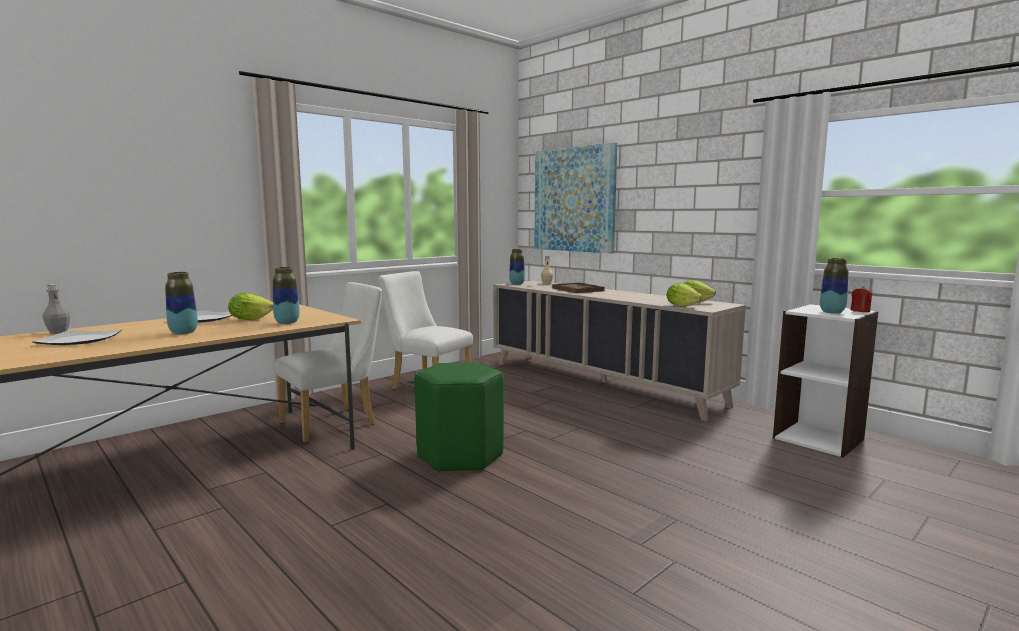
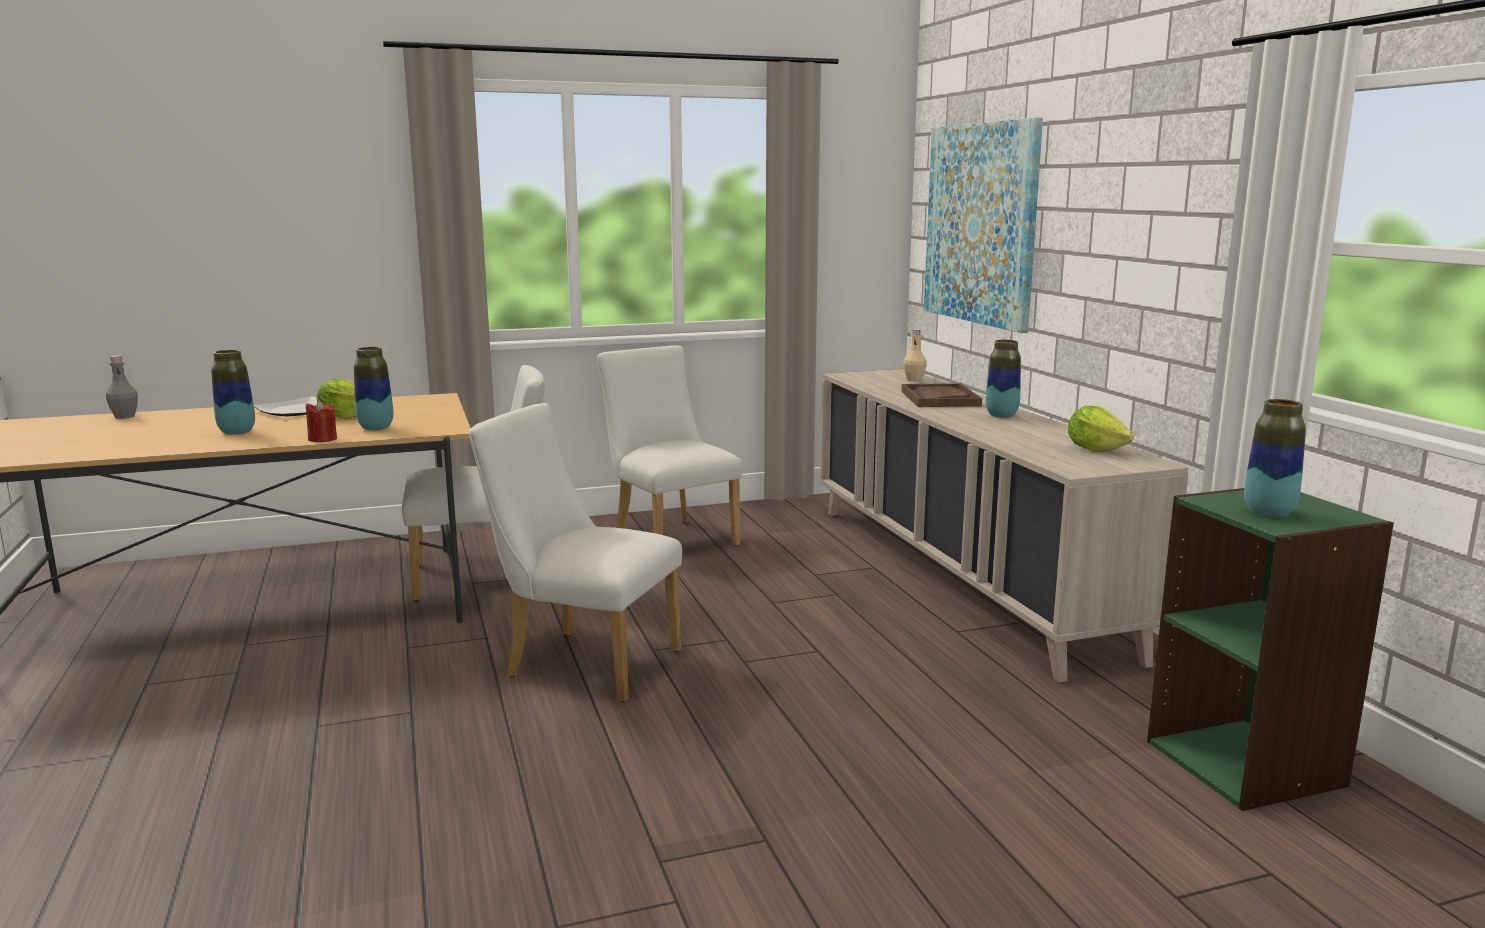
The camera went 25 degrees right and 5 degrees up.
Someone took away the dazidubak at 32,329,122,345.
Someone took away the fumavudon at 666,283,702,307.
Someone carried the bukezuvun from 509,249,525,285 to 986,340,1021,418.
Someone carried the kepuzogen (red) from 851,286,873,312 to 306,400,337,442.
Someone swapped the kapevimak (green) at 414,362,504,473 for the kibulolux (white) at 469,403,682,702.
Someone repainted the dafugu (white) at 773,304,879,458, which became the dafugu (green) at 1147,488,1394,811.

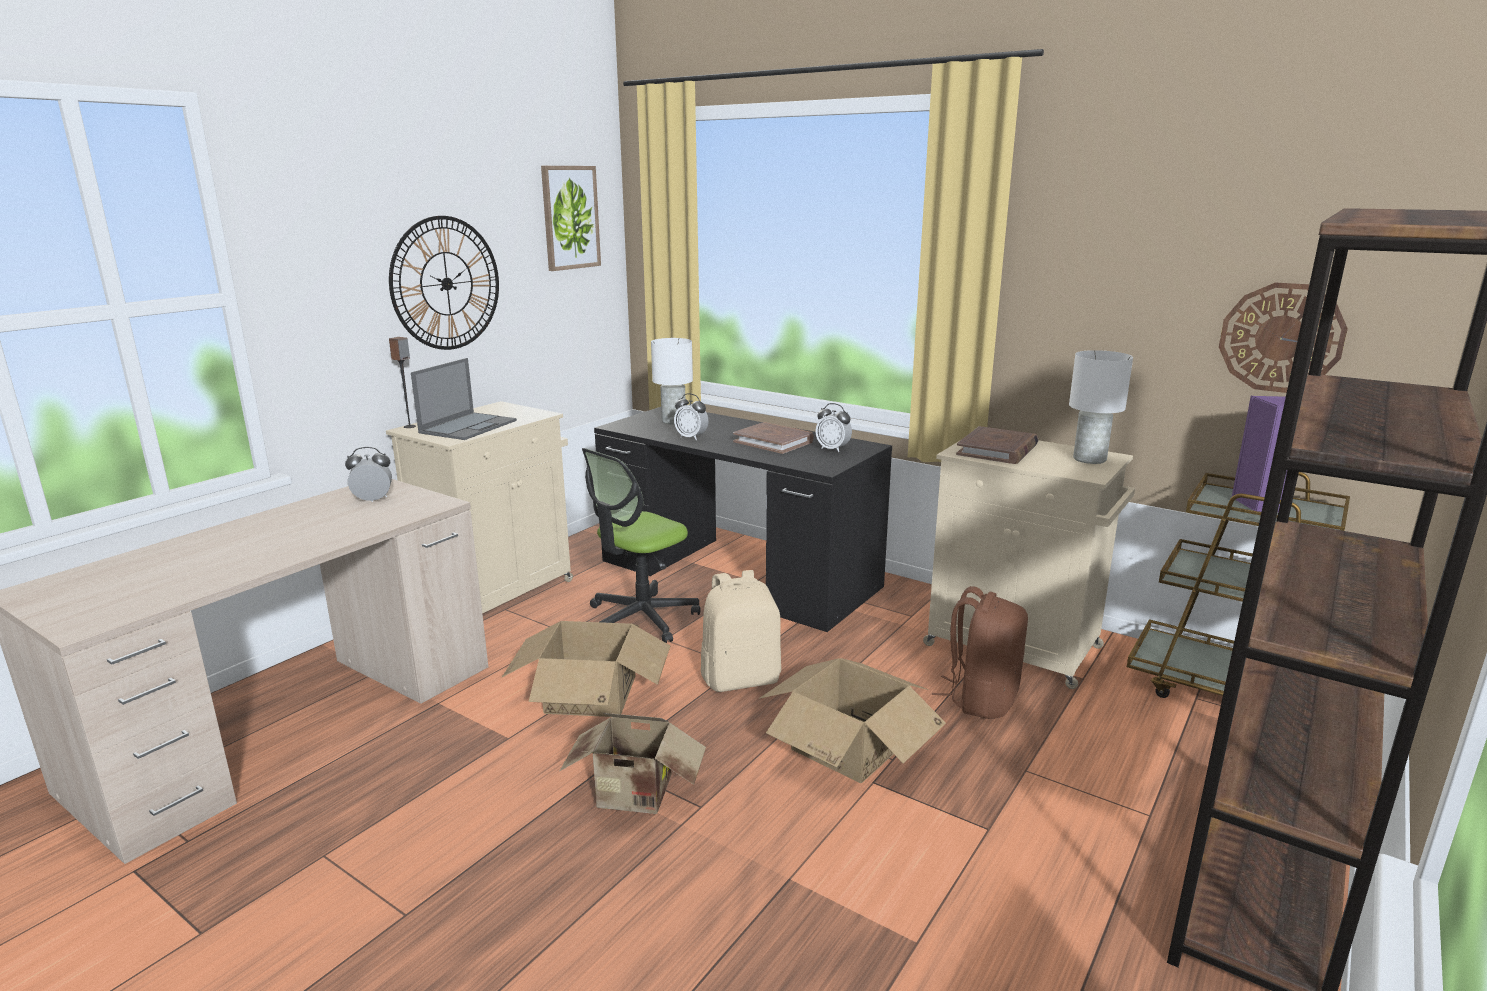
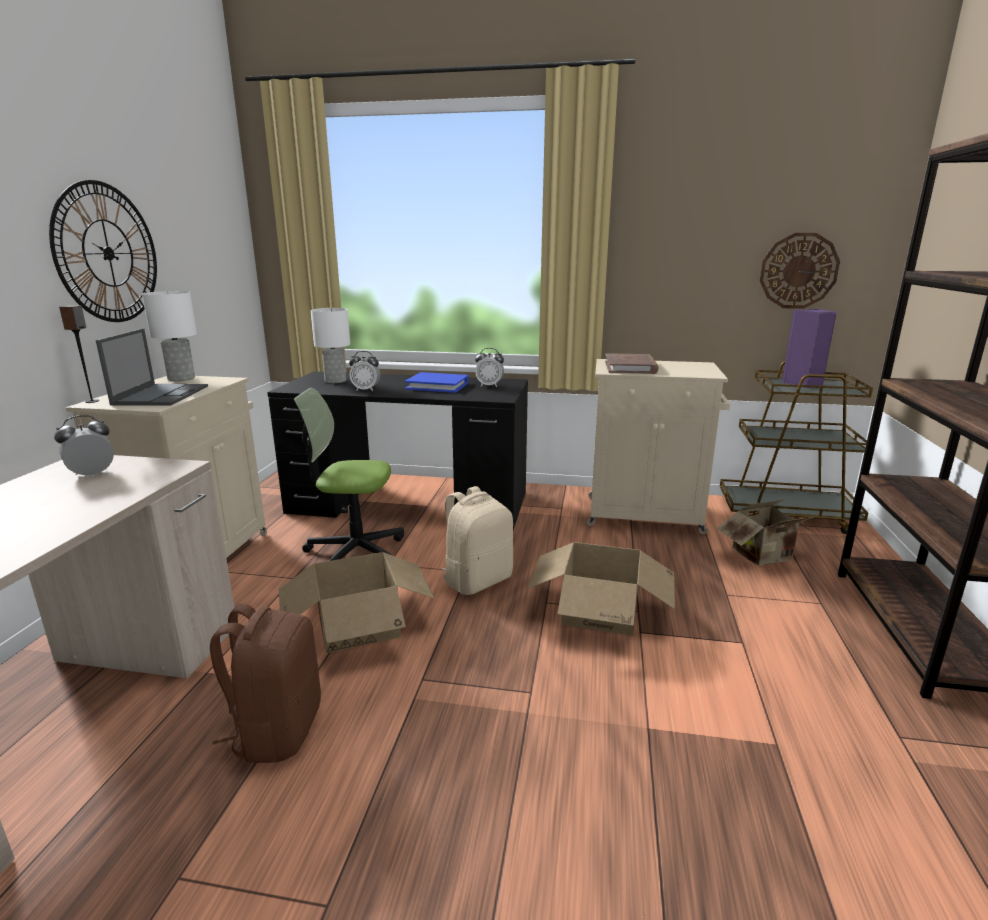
The camera went 25 degrees left and 0 degrees up.
Someone took away the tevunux at 541,166,601,271.
Someone carried the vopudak from 560,713,706,814 to 717,499,817,566.
Someone carried the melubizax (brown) from 932,586,1028,719 to 210,603,321,763.
Someone carried the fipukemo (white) from 1069,350,1133,464 to 142,291,197,381.
Someone repainted the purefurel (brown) at 733,422,814,454, which became the purefurel (blue) at 405,372,468,393.
Someone rotated the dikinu at 582,448,700,643 by 75 degrees clockwise.

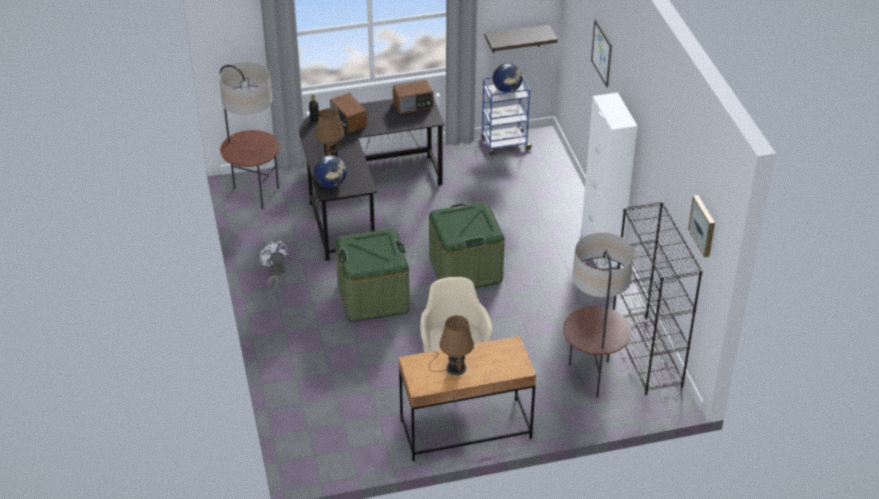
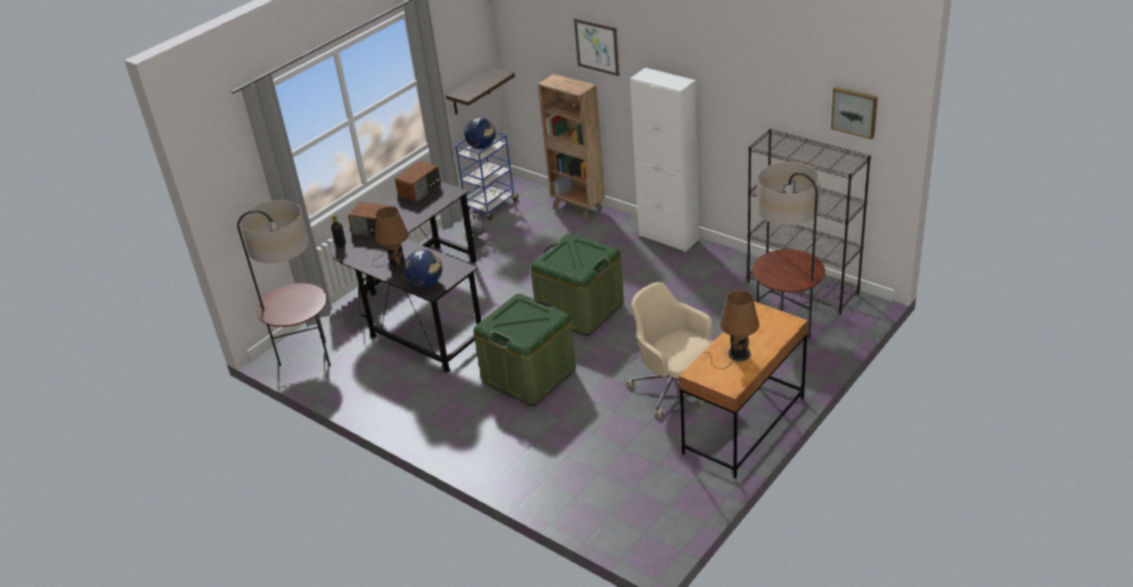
The camera went 35 degrees left and 5 degrees down.
Someone put down the dafugu (brown) at 538,74,605,220.
Someone carried the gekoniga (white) from 260,241,288,290 to 463,213,496,256.

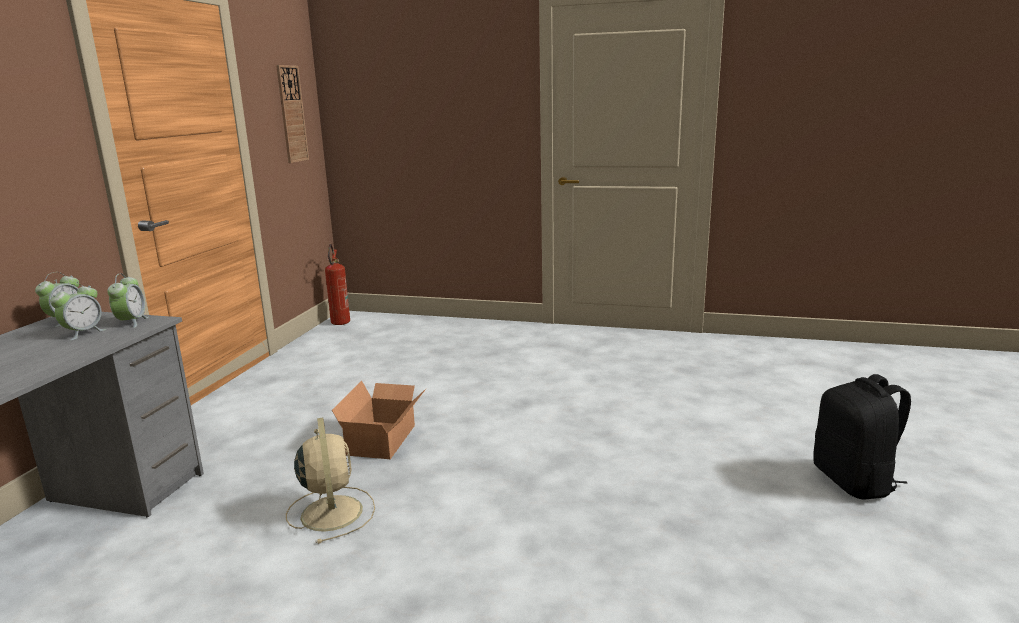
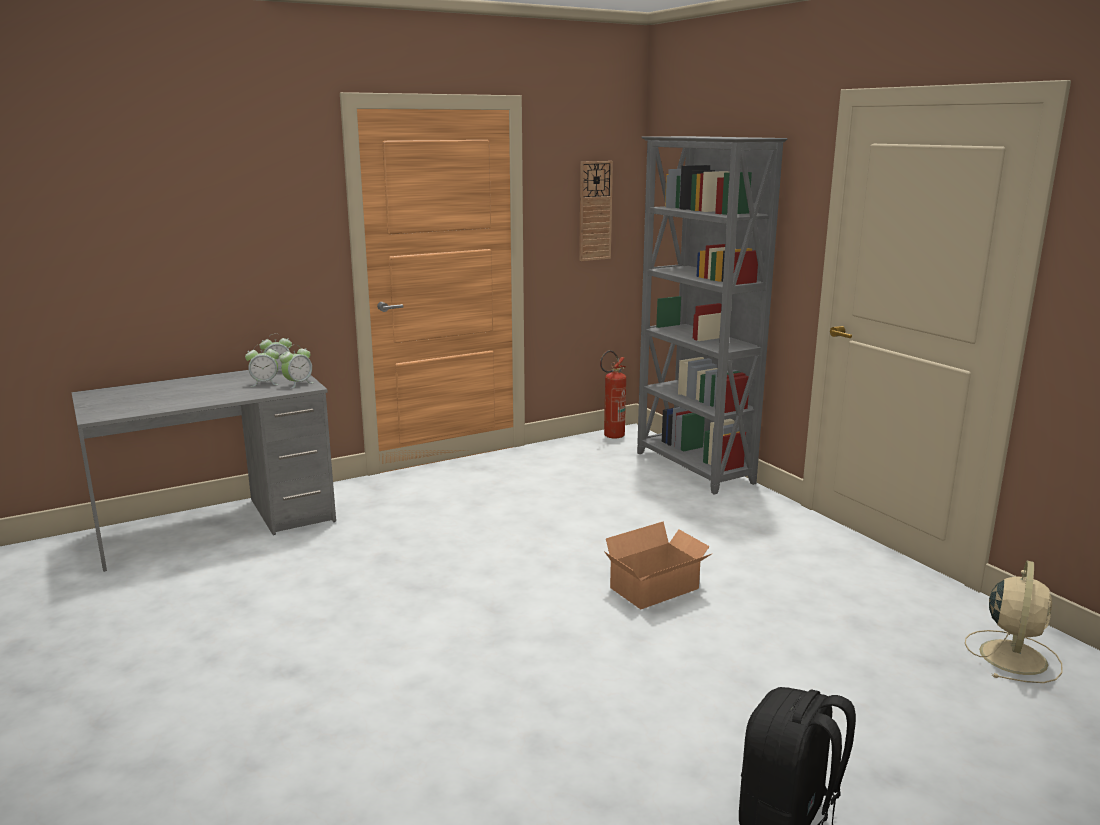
The camera went 45 degrees right and 0 degrees up.
Someone put down the dafugu (grey) at 637,136,788,495.
Someone carried the gekoniga (beige) from 286,418,375,544 to 965,561,1063,683.
Someone carried the vopudak from 332,381,426,459 to 604,521,713,609.

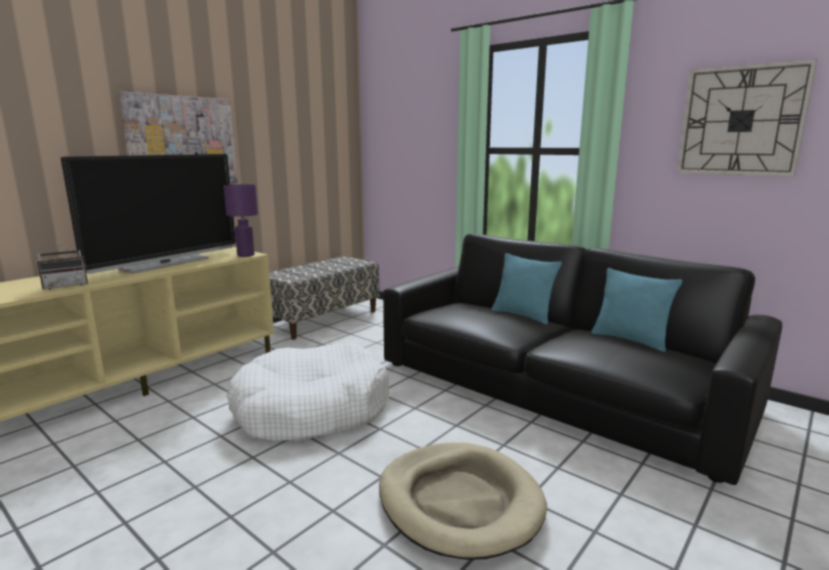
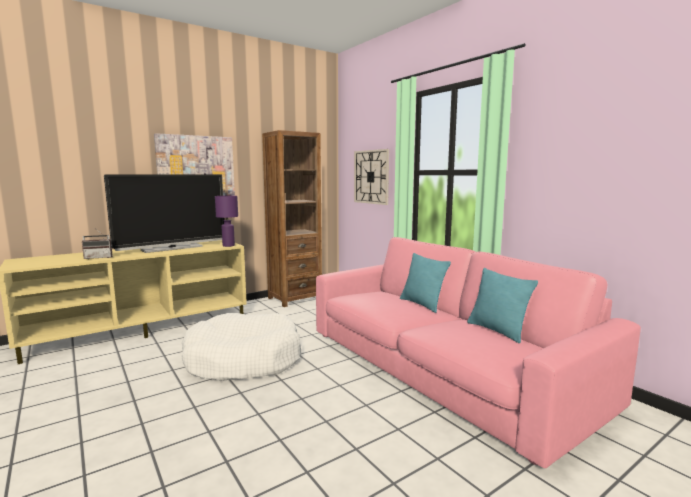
The camera went 15 degrees right and 5 degrees down.
Someone took away the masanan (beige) at 379,442,547,560.
Someone carried the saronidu from 677,59,817,177 to 354,149,389,205.
Someone swapped the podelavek at 269,256,379,340 for the dafugu (brown) at 262,130,322,307.
Someone repainted the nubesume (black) at 383,234,782,485, which became the nubesume (pink) at 316,237,641,468.

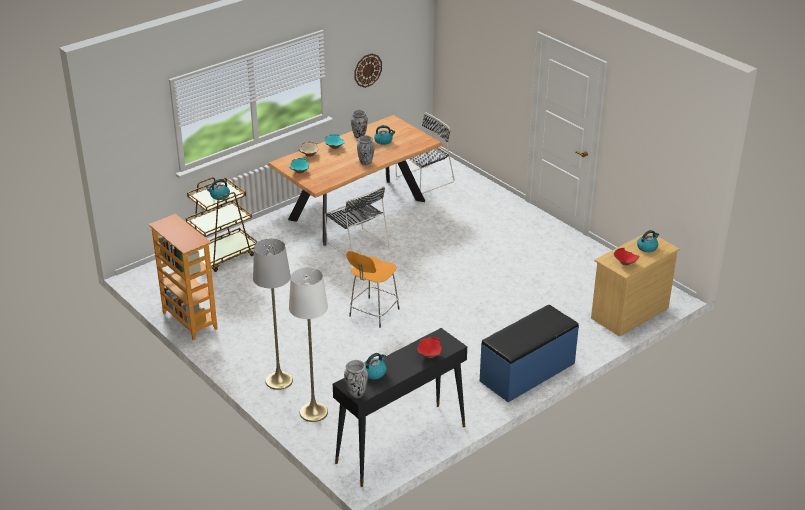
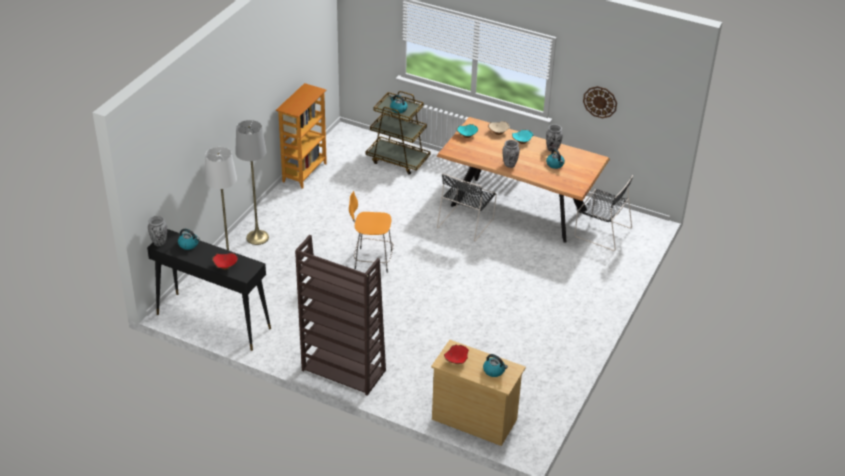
The camera went 65 degrees right and 5 degrees up.
Someone swapped the podelavek (blue) at 480,305,579,402 for the dafugu (brown) at 295,235,386,396.

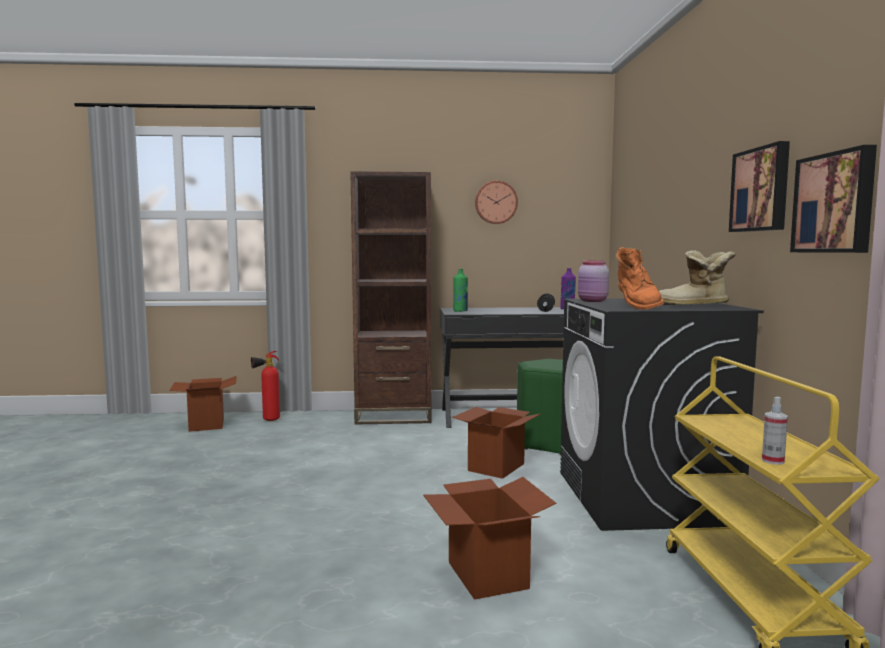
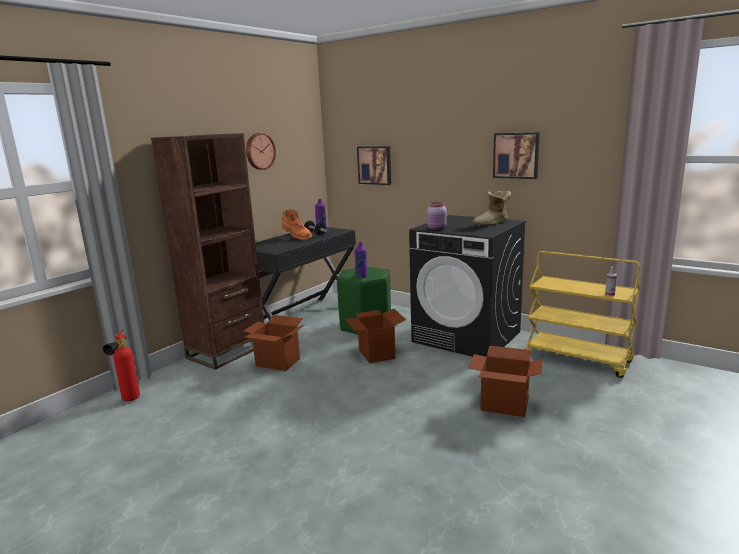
The camera went 50 degrees left and 10 degrees up.
Someone took away the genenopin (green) at 453,269,468,312.
Someone put down the genenopin (purple) at 355,242,367,278.
Someone carried the vopudak from 170,376,237,432 to 244,315,304,371.
Someone carried the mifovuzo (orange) from 615,247,664,310 to 282,209,312,240.
Someone carried the tevunux from 790,145,877,253 to 357,146,391,185.

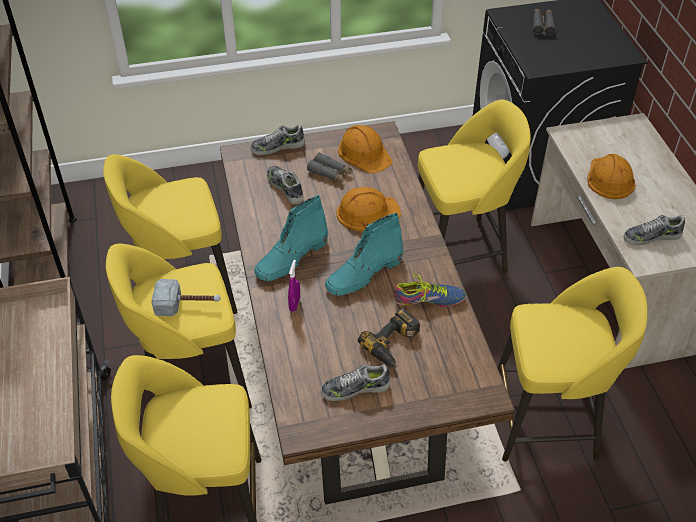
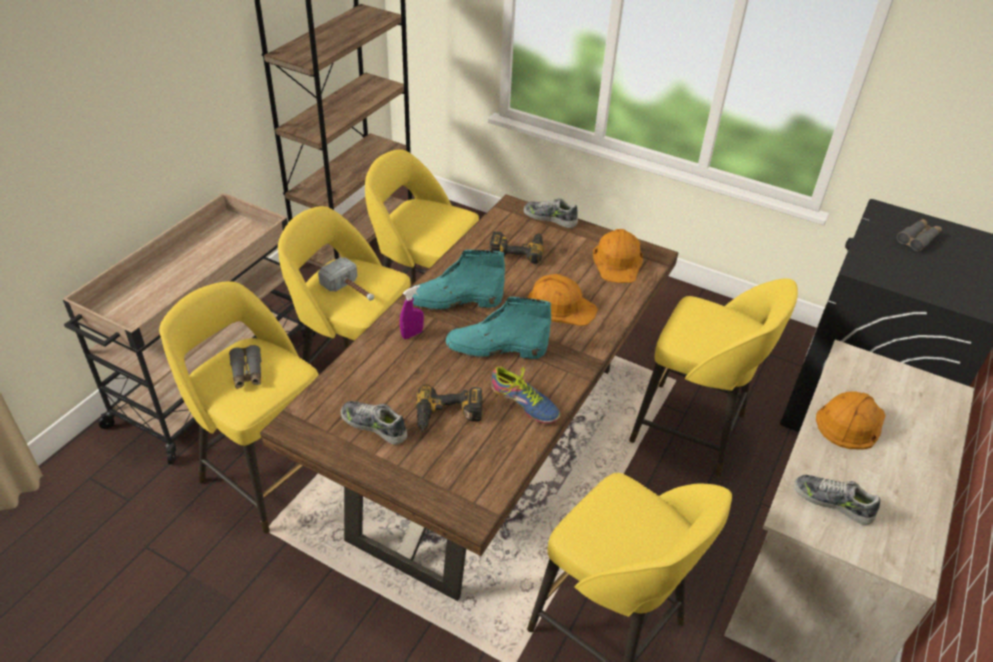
The camera went 40 degrees right and 5 degrees down.
Someone carried the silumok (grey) from 307,153,352,182 to 229,345,261,389.
Someone swapped the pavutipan at 267,166,304,204 for the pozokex at 489,231,544,264.

